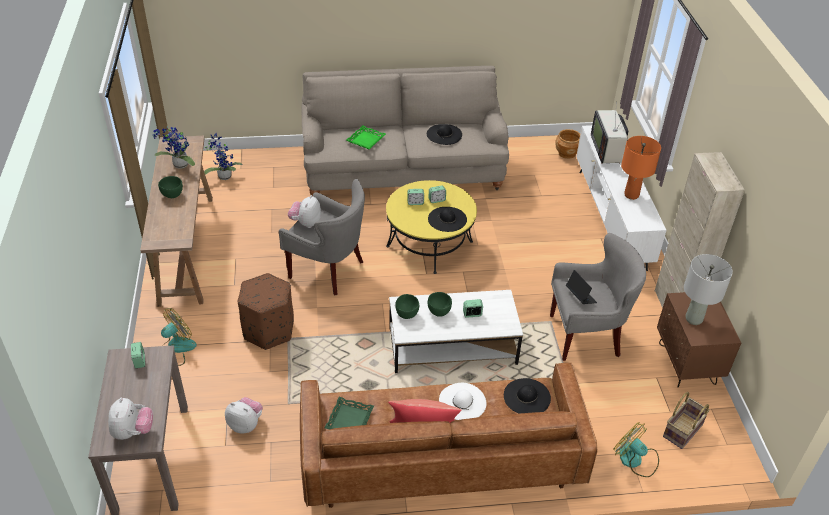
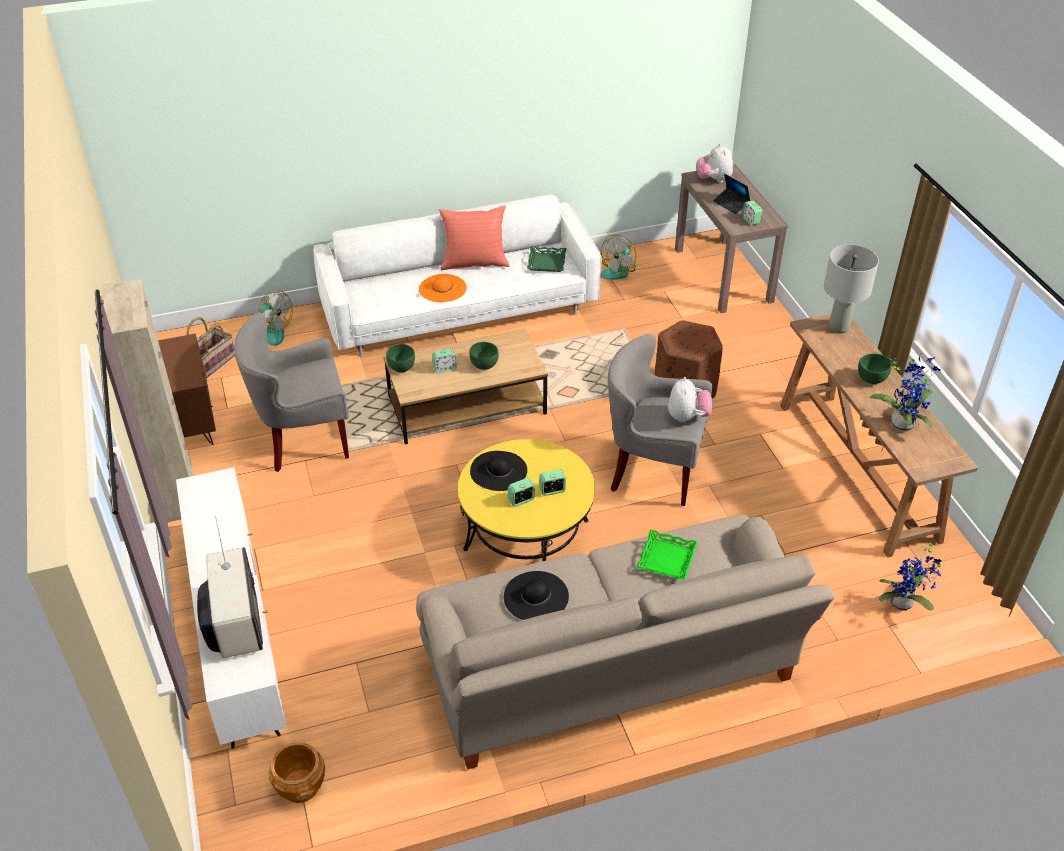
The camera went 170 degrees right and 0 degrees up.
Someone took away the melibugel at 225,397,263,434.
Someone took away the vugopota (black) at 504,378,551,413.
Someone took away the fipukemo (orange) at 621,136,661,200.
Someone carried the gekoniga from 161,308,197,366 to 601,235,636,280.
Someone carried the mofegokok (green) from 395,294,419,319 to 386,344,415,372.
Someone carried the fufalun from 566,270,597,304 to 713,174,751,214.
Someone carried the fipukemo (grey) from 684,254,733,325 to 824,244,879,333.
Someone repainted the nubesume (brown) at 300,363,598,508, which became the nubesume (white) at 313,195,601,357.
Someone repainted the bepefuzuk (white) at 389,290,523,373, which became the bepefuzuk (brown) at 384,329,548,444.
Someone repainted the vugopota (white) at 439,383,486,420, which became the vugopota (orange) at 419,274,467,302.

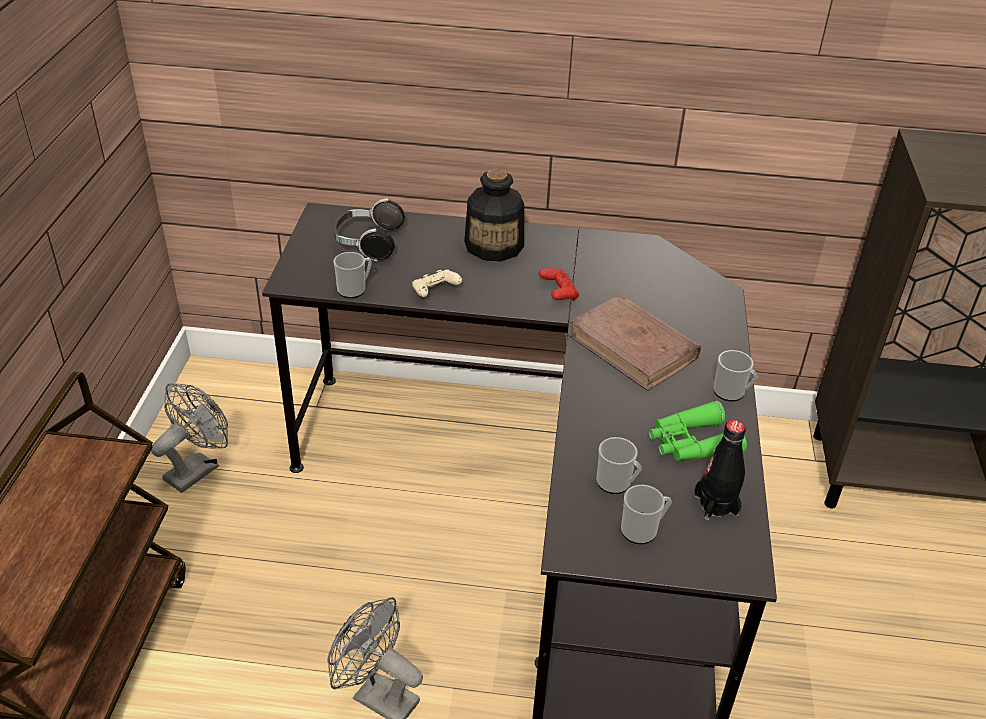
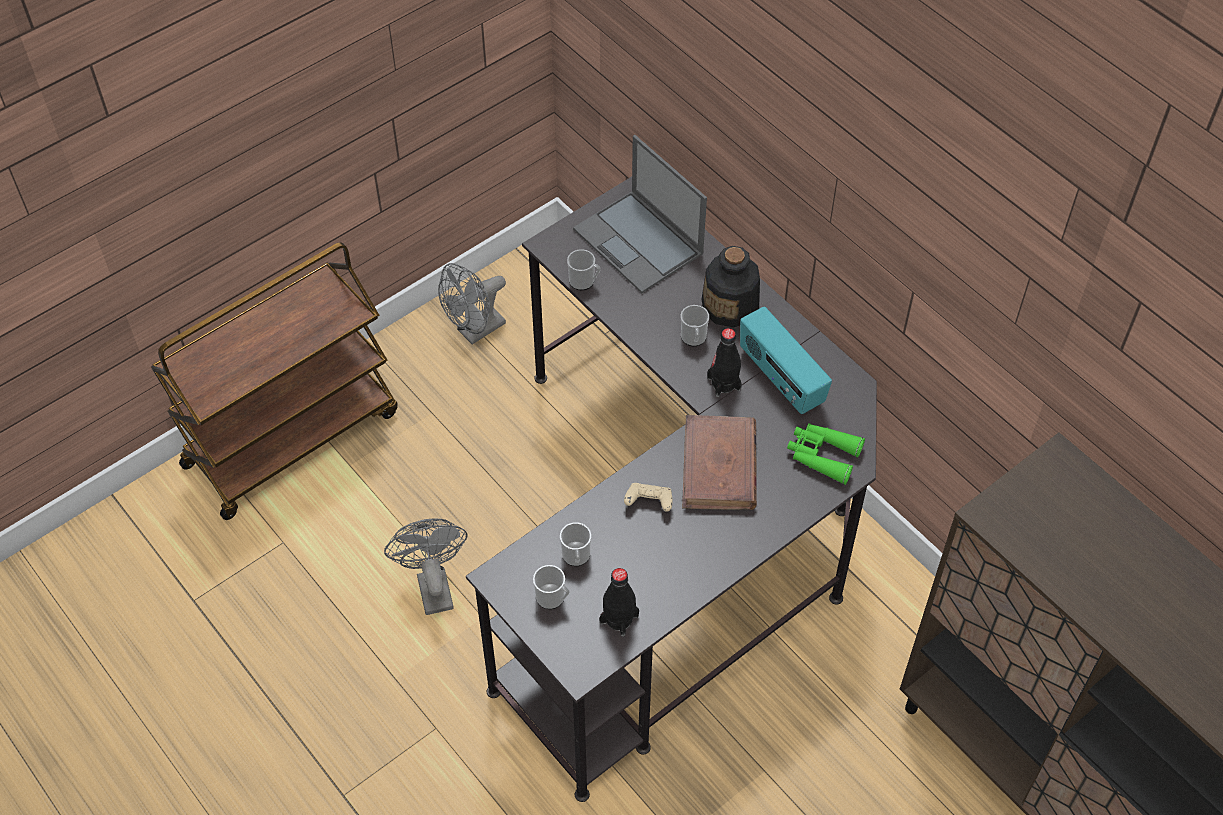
The camera went 45 degrees right and 15 degrees up.
Someone put down the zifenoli at 740,307,832,414.
Someone carried the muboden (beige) from 412,269,462,297 to 624,483,673,512.
Someone carried the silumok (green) from 649,401,747,461 to 787,423,865,485.
Someone carried the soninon from 713,350,758,402 to 681,305,709,346.
Someone swapped the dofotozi at 333,199,405,261 for the fufalun at 573,135,707,293.
Someone swapped the muboden (red) at 539,268,579,301 for the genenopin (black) at 707,328,742,397.
Someone rotated the gekoniga (grey) at 151,383,228,493 by 150 degrees clockwise.

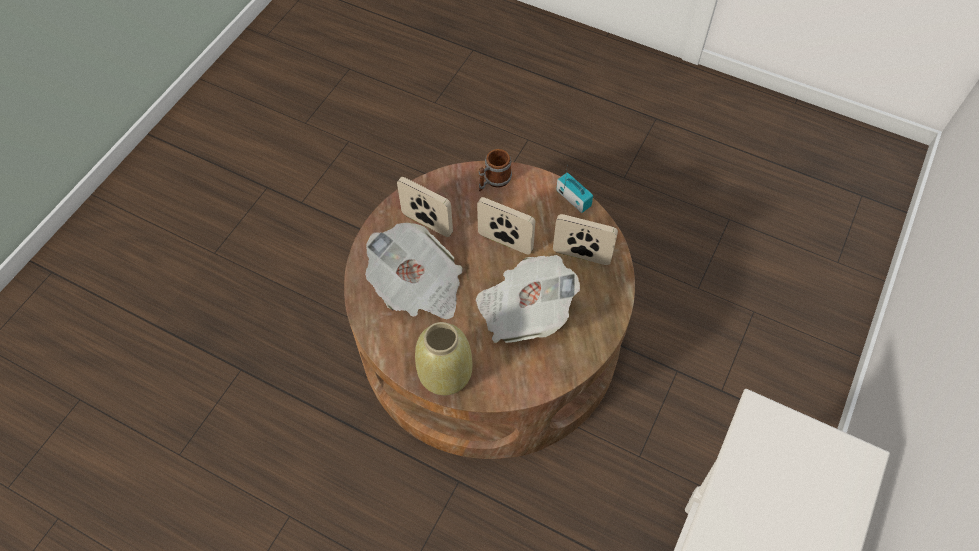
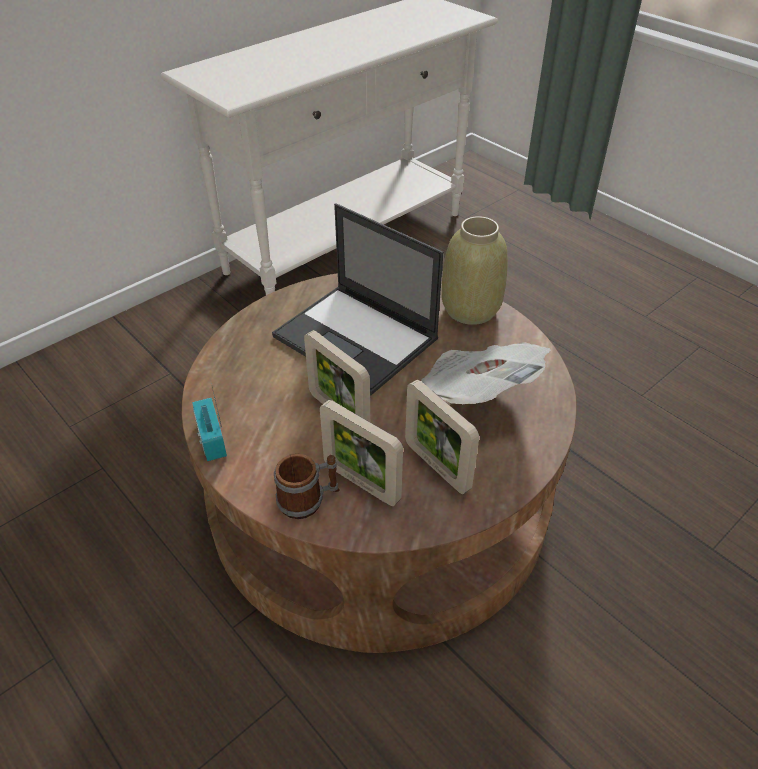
The camera went 160 degrees left and 15 degrees down.
Someone carried the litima from 553,214,618,265 to 320,400,403,506.
Someone swapped the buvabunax at 475,255,580,343 for the fufalun at 272,203,443,395.

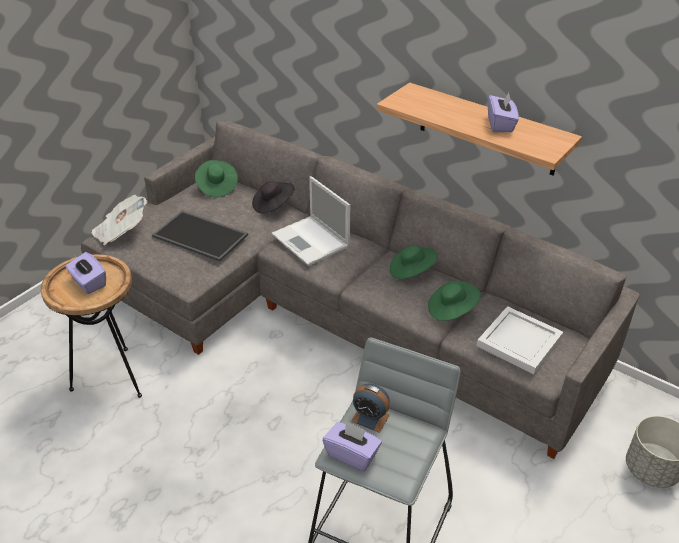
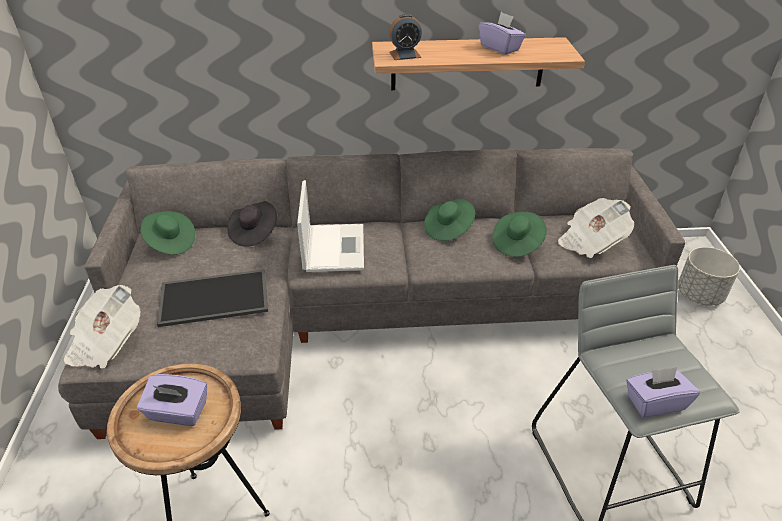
The camera went 40 degrees left and 0 degrees up.
Someone carried the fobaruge from 351,383,390,433 to 389,14,422,60.
Someone swapped the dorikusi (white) at 477,306,563,374 for the buvabunax at 558,198,634,258.
Someone rotated the fufalun at 271,176,350,266 by 105 degrees counterclockwise.

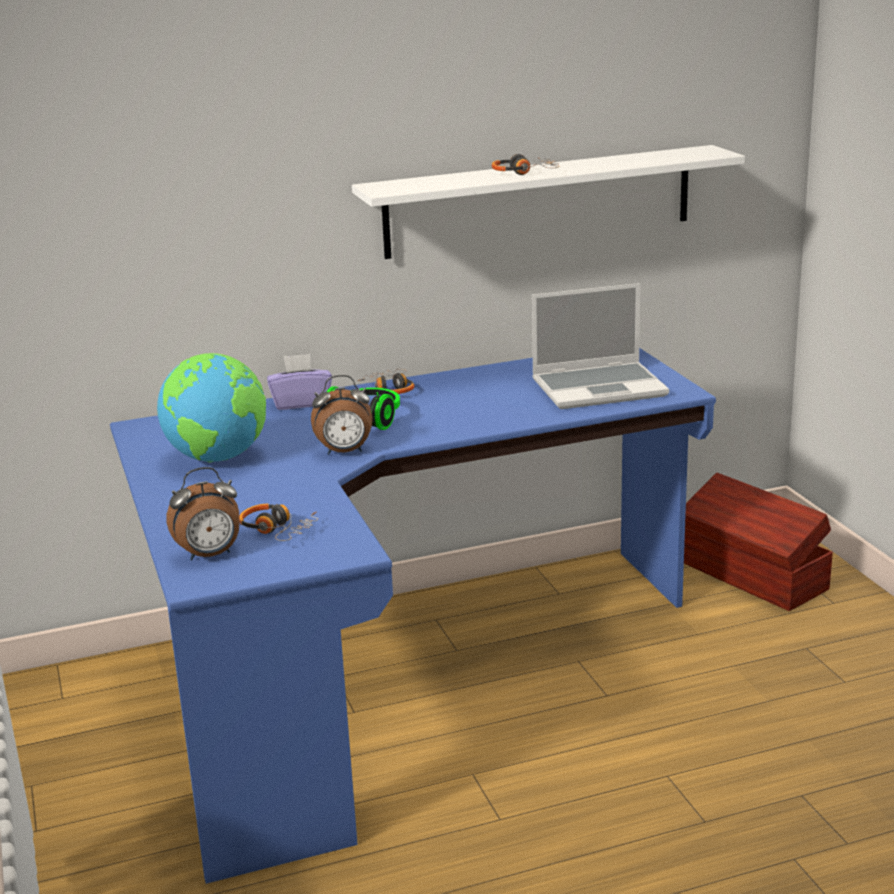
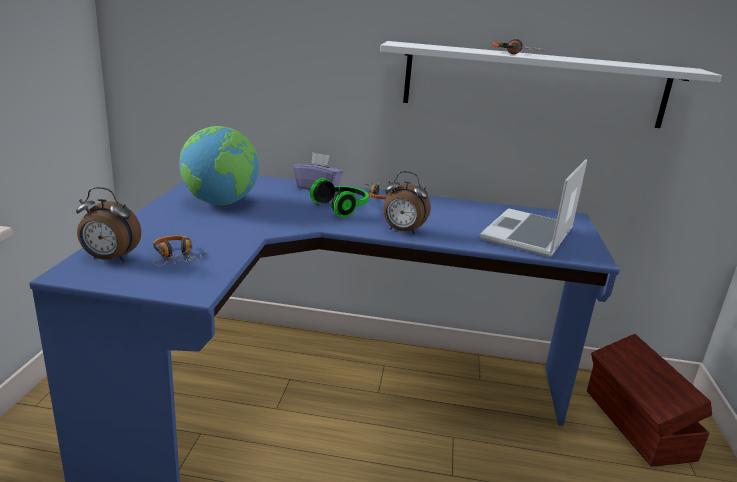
The camera went 25 degrees right and 0 degrees up.
Someone carried the fobaruge from 311,375,373,455 to 383,171,431,234.
Someone rotated the fufalun at 532,283,669,409 by 105 degrees clockwise.

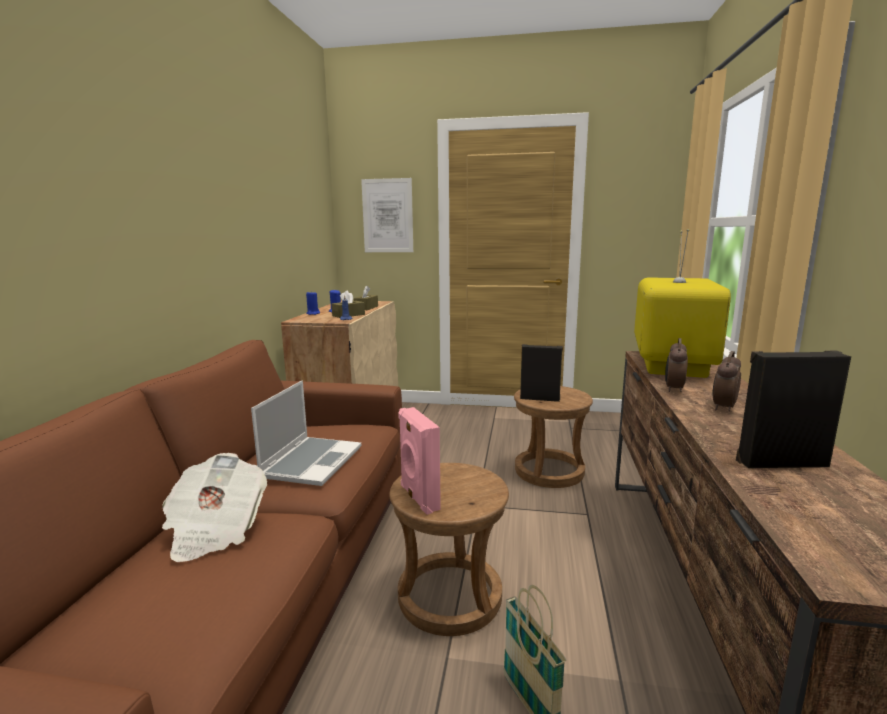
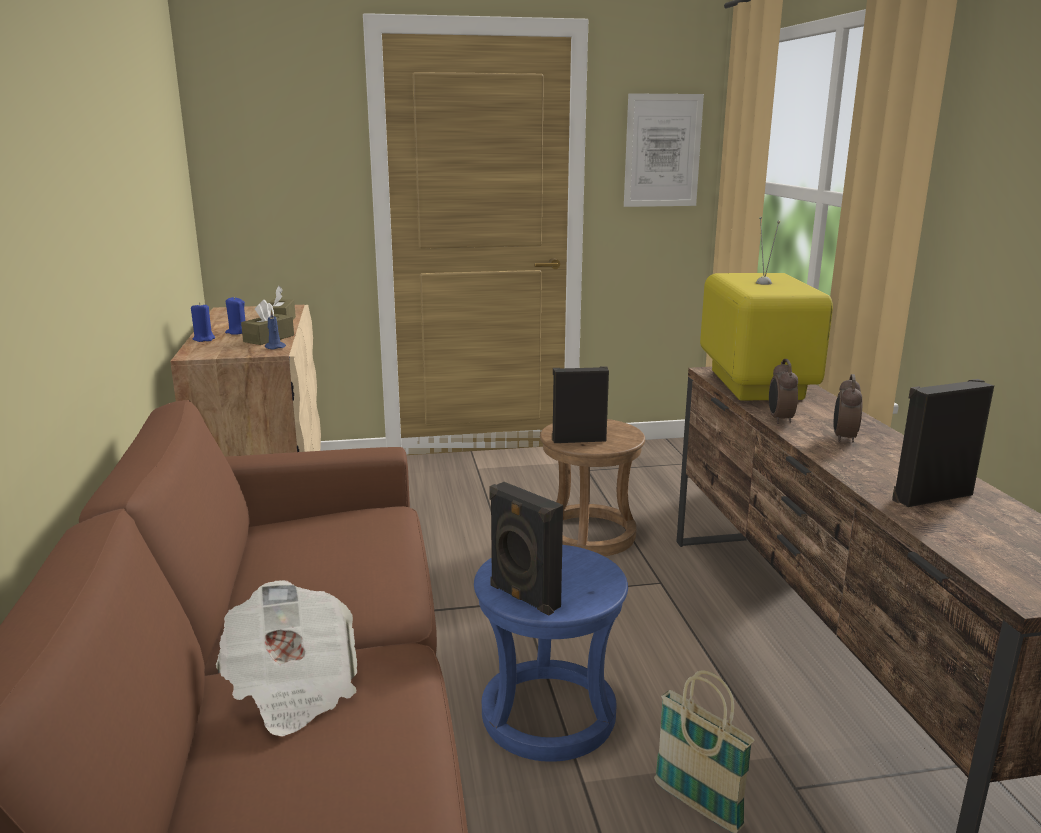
The camera went 20 degrees left and 5 degrees up.
Someone took away the fufalun at 251,380,361,486.
Someone carried the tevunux from 361,178,413,252 to 624,93,704,207.
Someone repainted the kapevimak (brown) at 389,463,509,636, which became the kapevimak (blue) at 474,545,628,762.
Someone repainted the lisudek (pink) at 398,407,441,515, which became the lisudek (black) at 490,482,563,616.

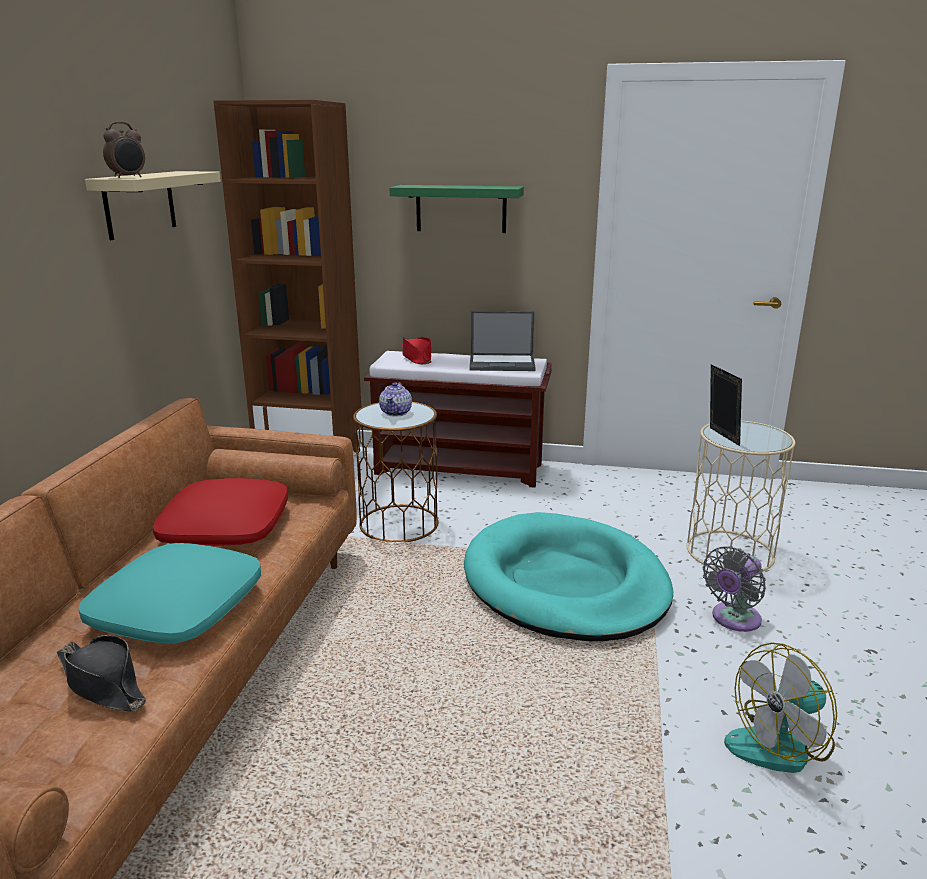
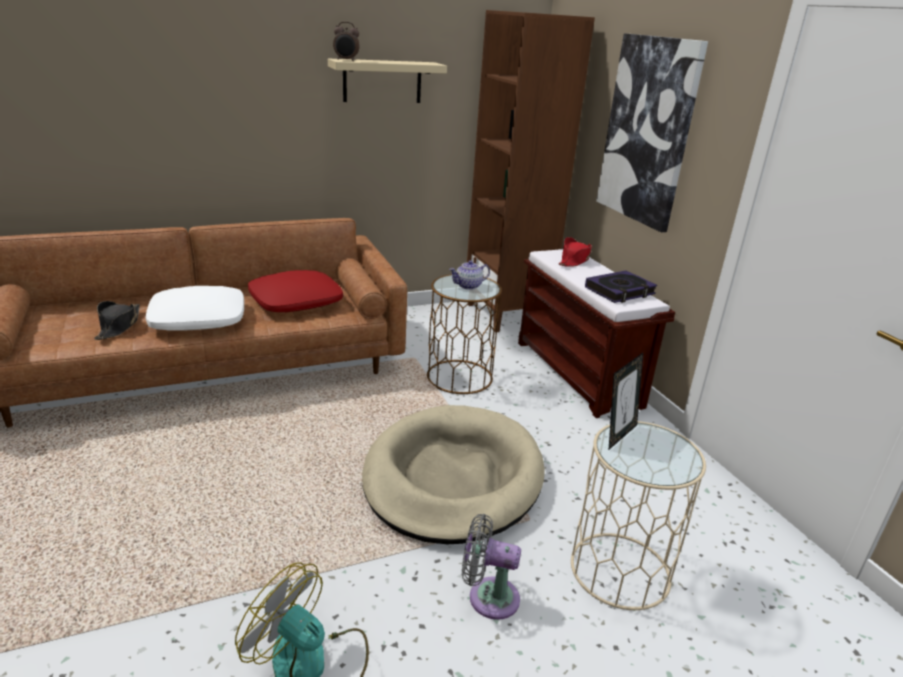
The camera went 55 degrees right and 5 degrees up.
Someone swapped the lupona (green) at 390,185,524,233 for the tevunux at 596,33,708,232.
Someone swapped the fufalun at 469,311,536,371 for the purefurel at 585,271,657,303.
Someone repainted the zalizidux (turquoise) at 78,543,261,644, which became the zalizidux (white) at 145,286,244,331.
Someone repainted the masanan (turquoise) at 464,512,673,641, which became the masanan (beige) at 362,405,545,544.

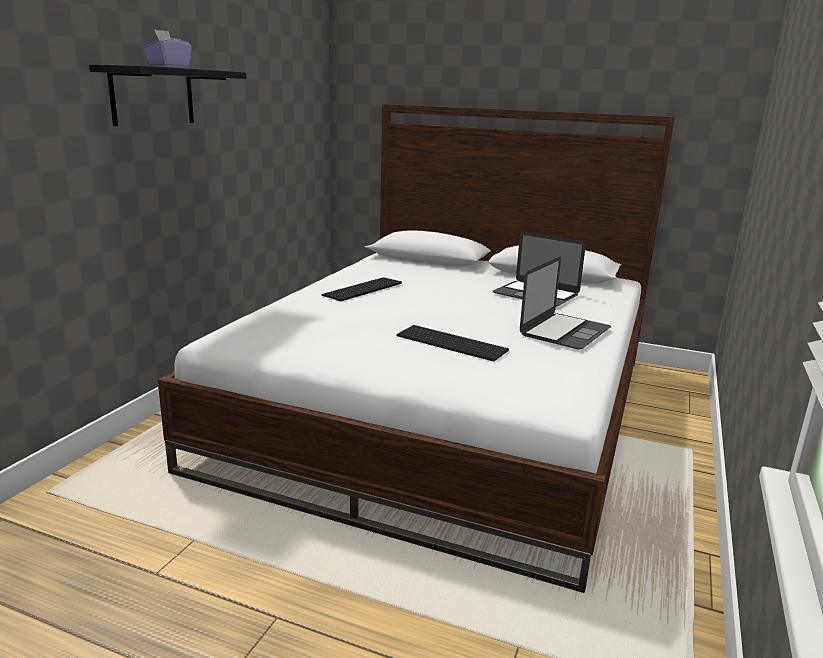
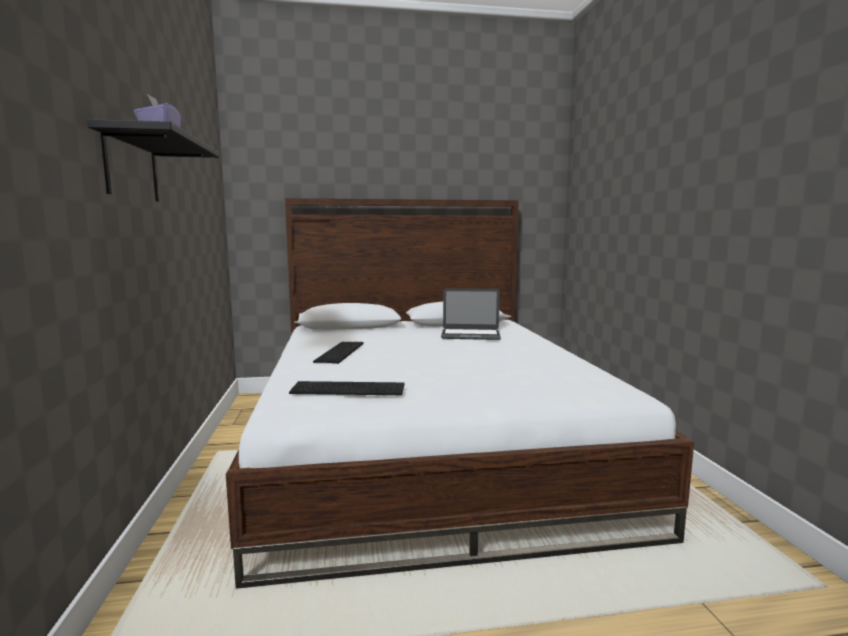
The camera went 30 degrees left and 10 degrees down.
Someone took away the fufalun at 520,257,611,350.
Someone carried the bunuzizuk from 397,325,509,361 to 289,381,405,395.

